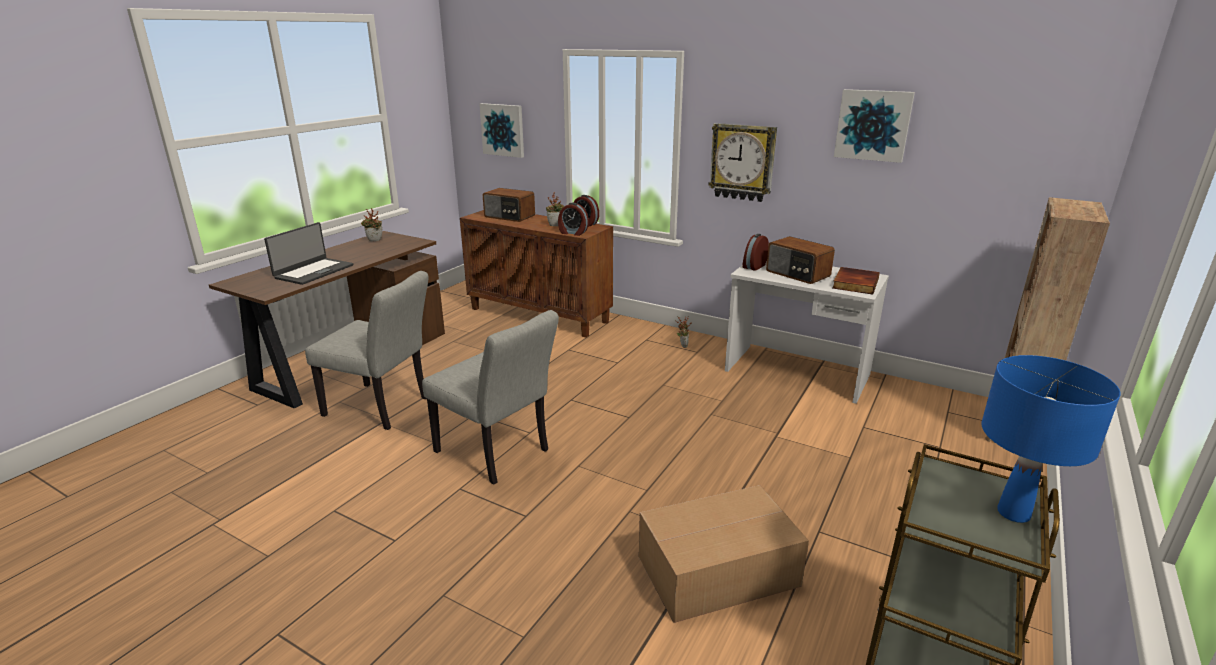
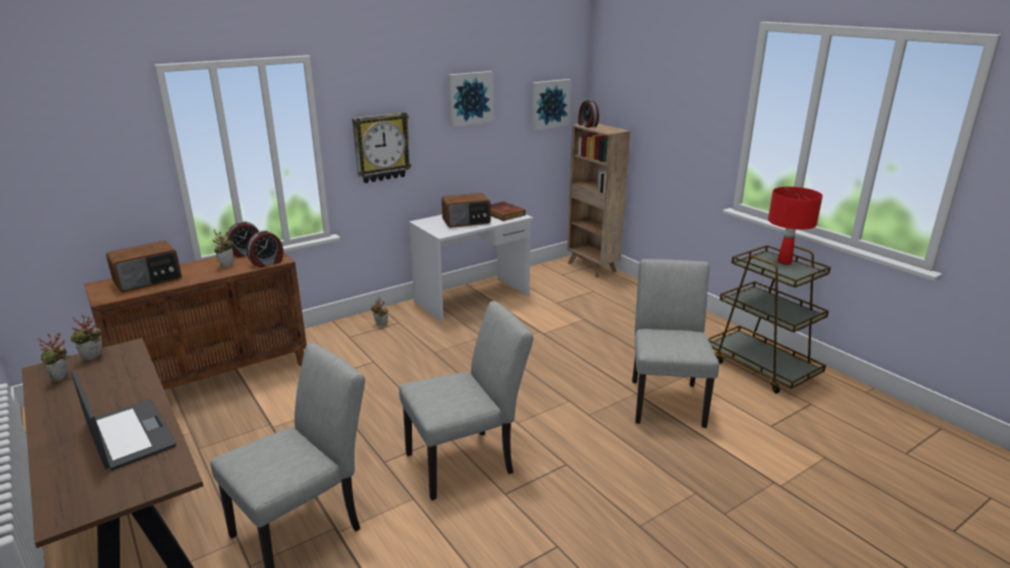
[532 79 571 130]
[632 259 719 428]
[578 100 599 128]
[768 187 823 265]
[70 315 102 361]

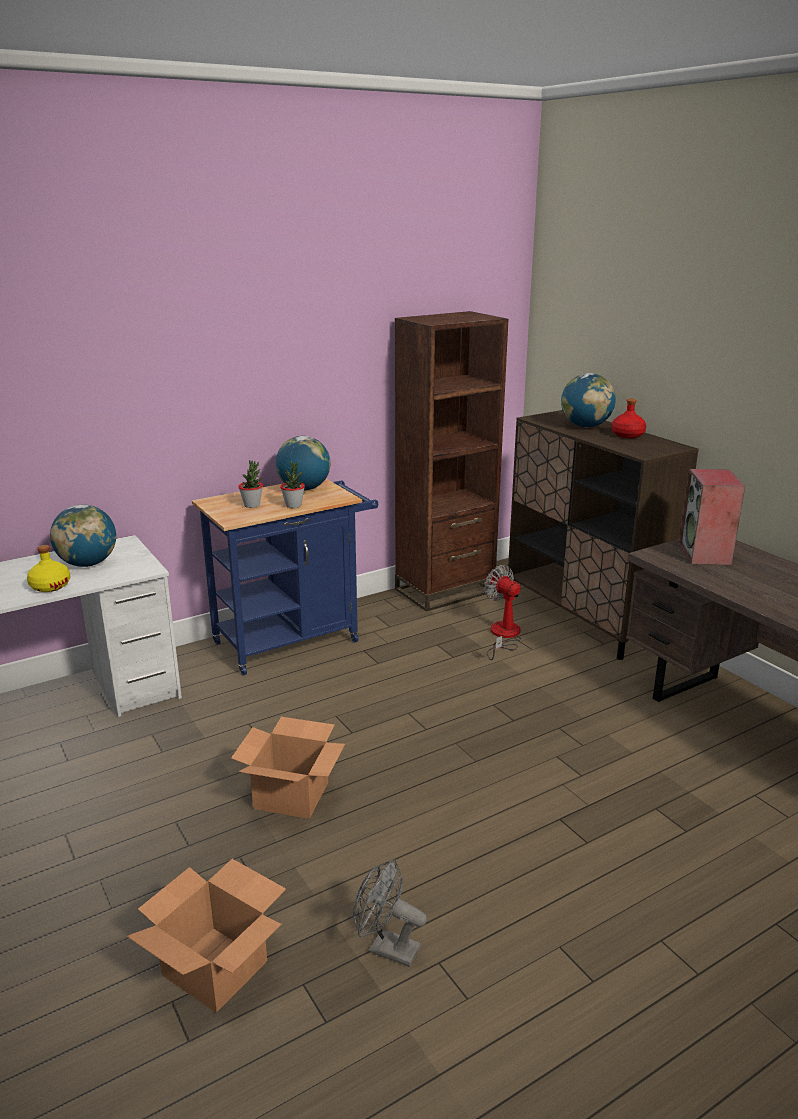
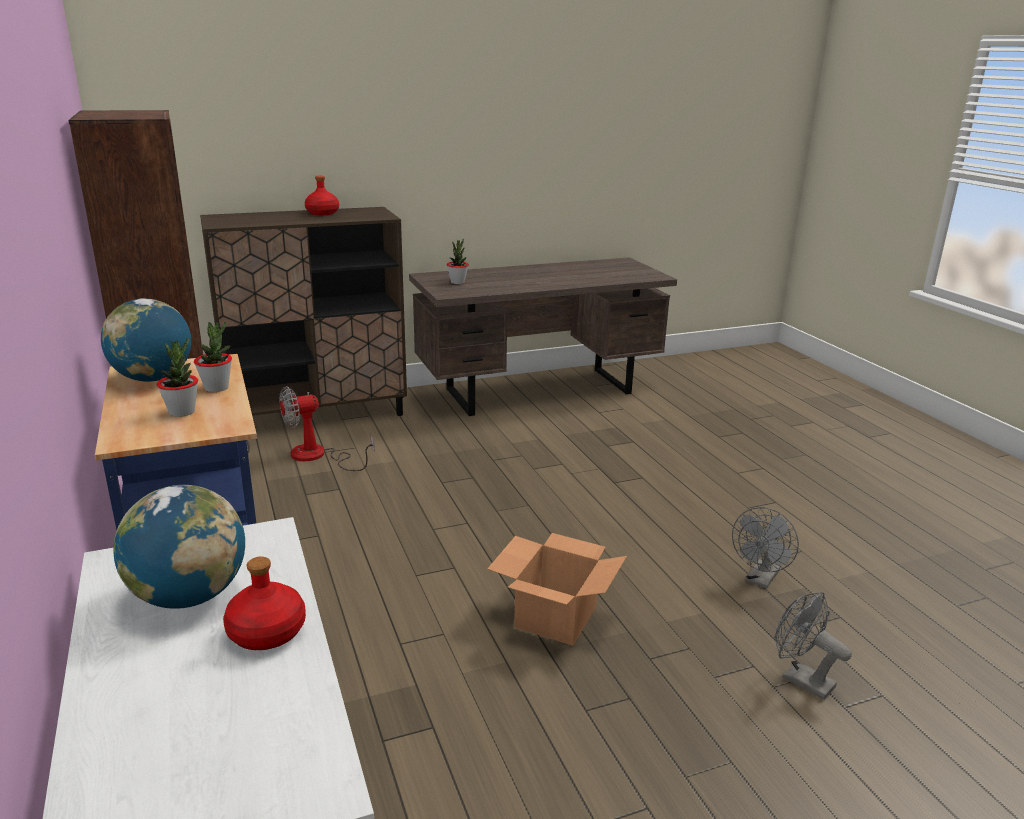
[223 557 306 650]
[775 592 852 700]
[561 373 616 427] (first image)
[447 239 469 284]

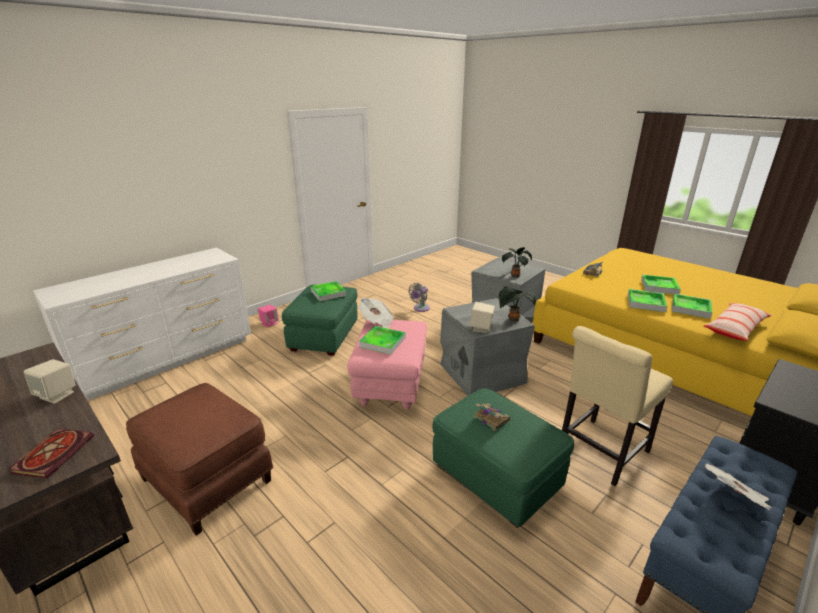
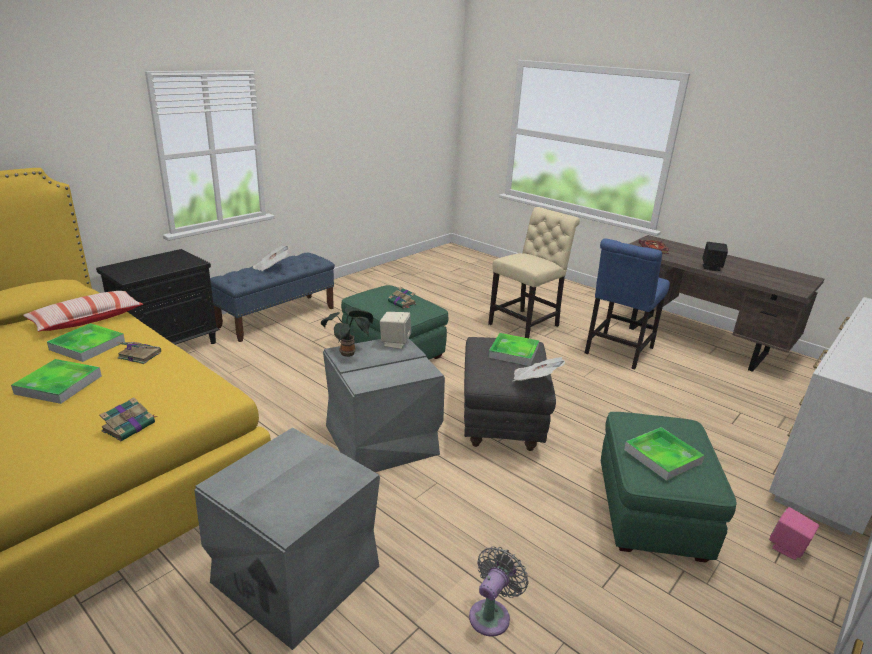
[703 242 728 271]
[585 238 670 370]
[464 337 556 451]
[502 247 532 278] (first image)
[488 207 580 338]
[116 342 161 364]

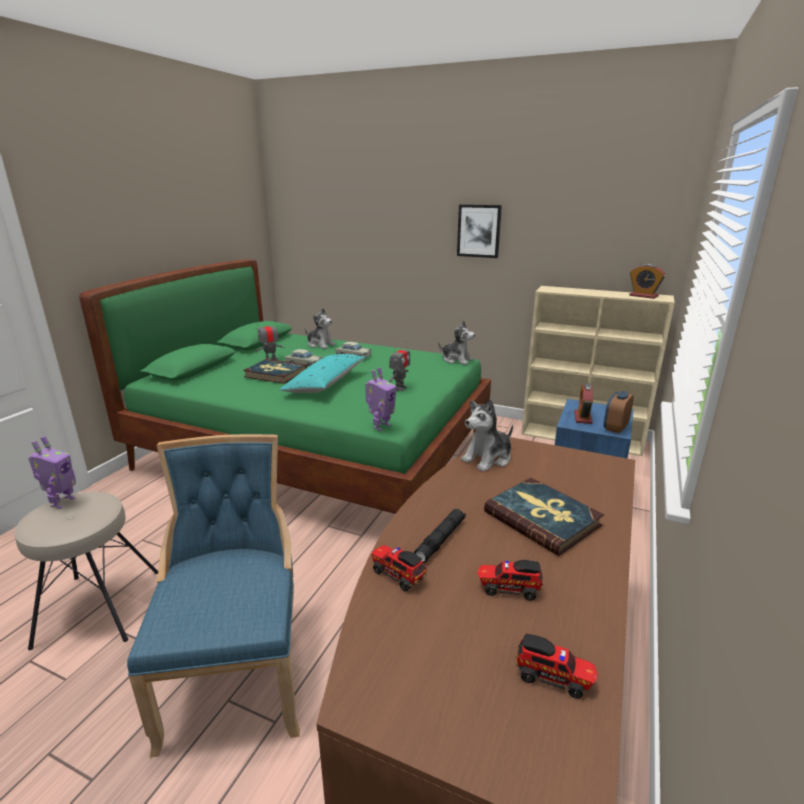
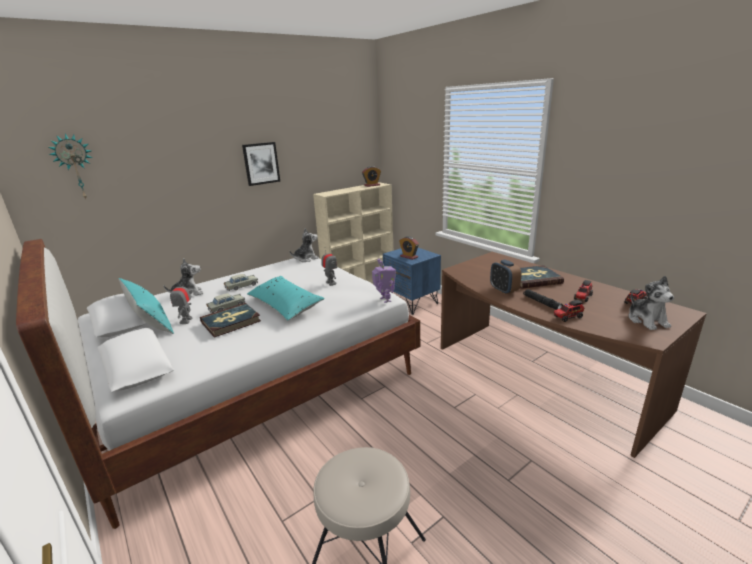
[28 436 76 509] (first image)
[16 239 420 529]
[127 434 300 758] (first image)
[628 276 674 330]
[490 260 522 295]
[49 134 92 199]
[118 278 174 334]

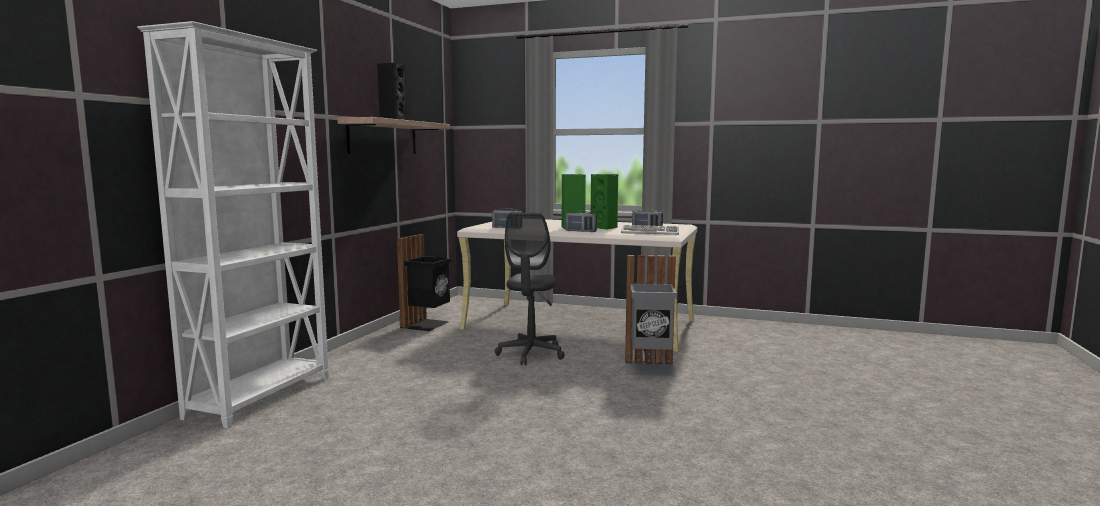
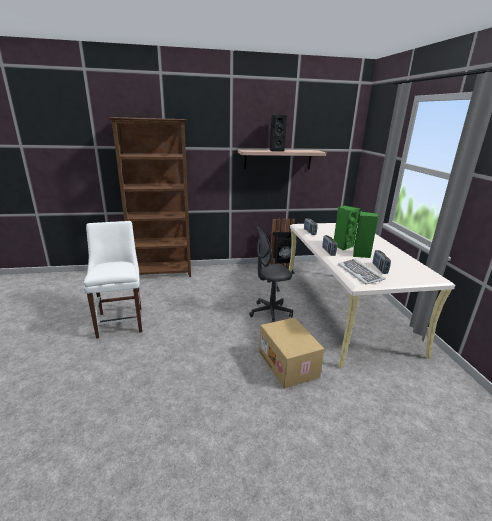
[108 117 191 277]
[259 317 324 389]
[84 221 142 339]

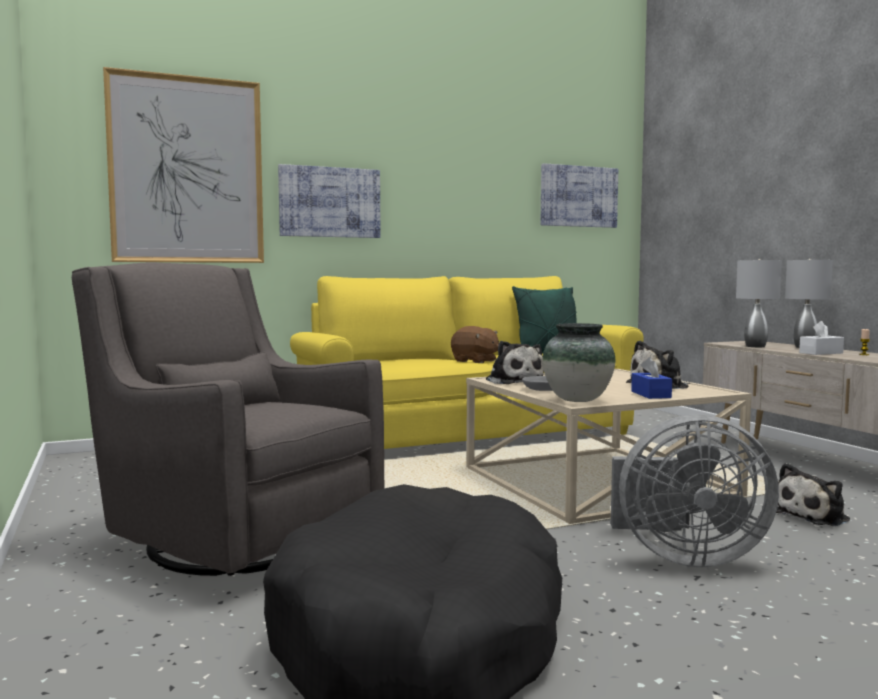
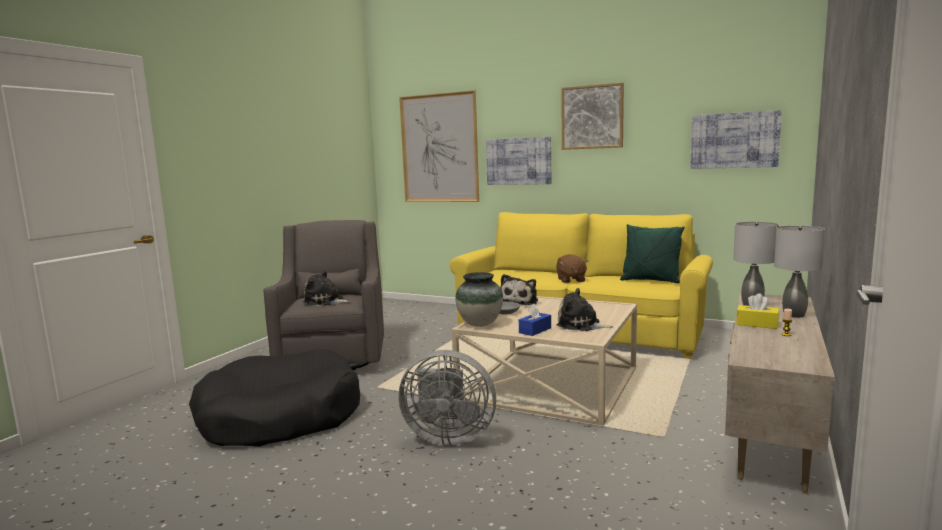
[399 350 496 446]
[303 270 351 306]
[736 293 779 329]
[561 83 624 150]

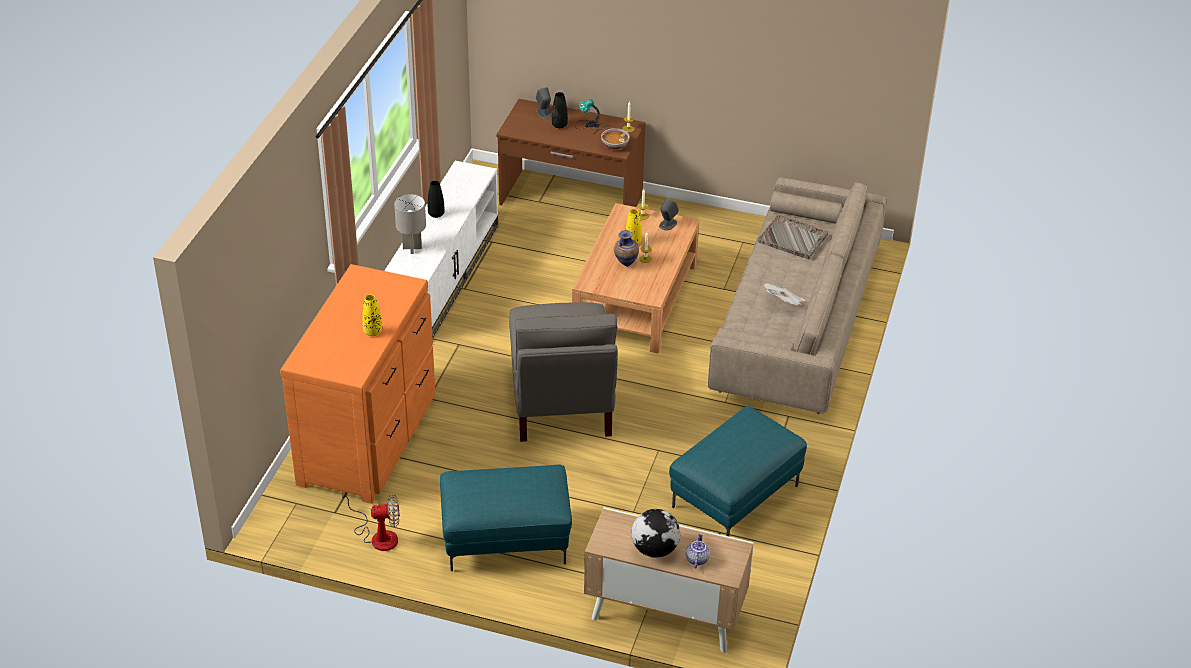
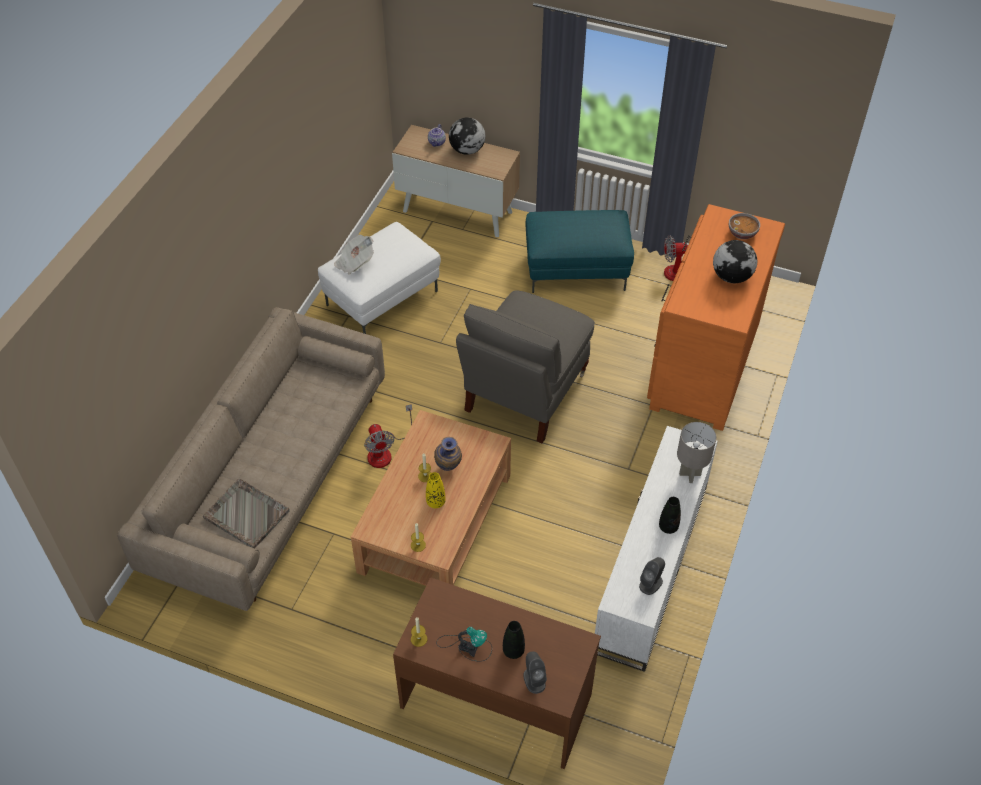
[362 295 382 336] (first image)
[456 290 595 443]
[729 213 760 239]
[639 557 665 595]
[318 222 441 334]
[334 234 374 275]
[364 404 412 468]
[713 240 757 283]

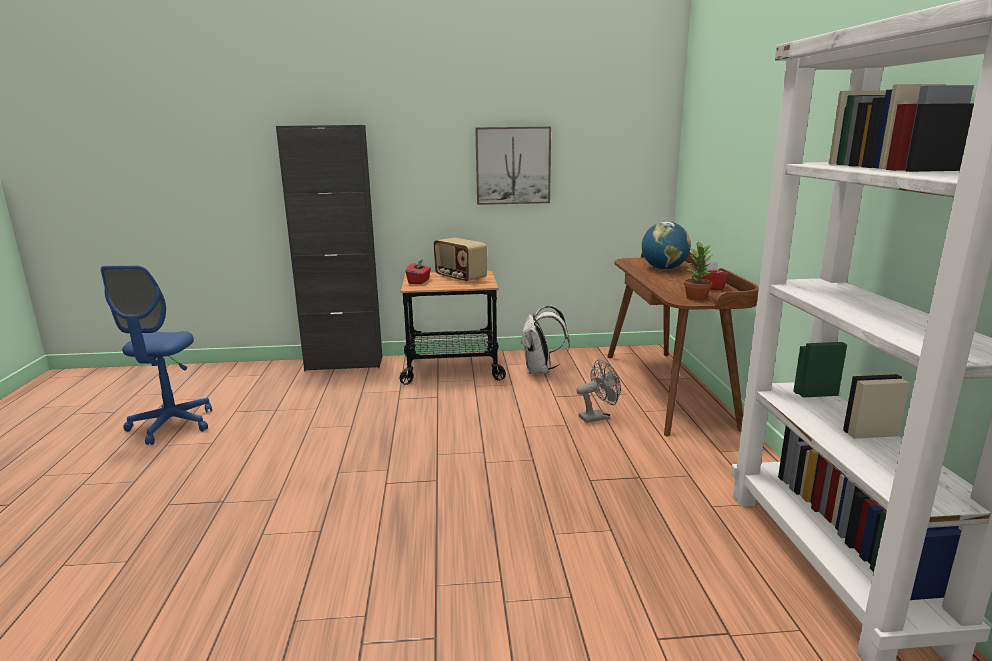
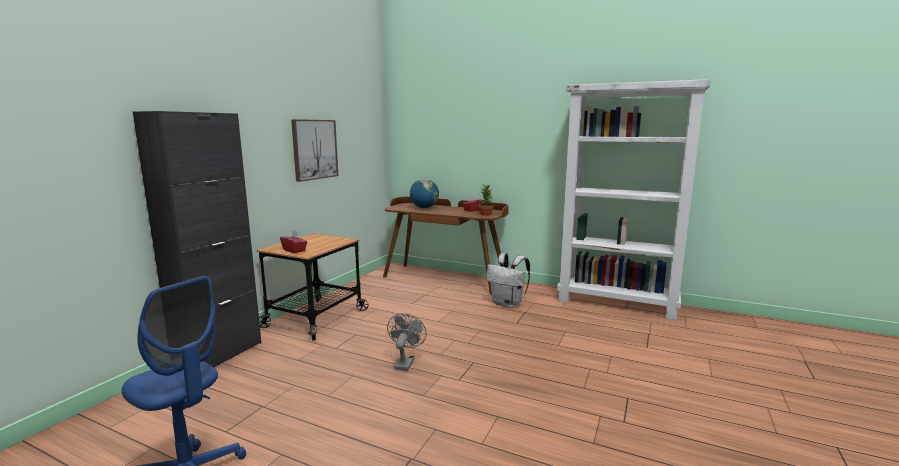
[434 237 487 283] (first image)
[486 253 530 308]
[387 313 427 371]

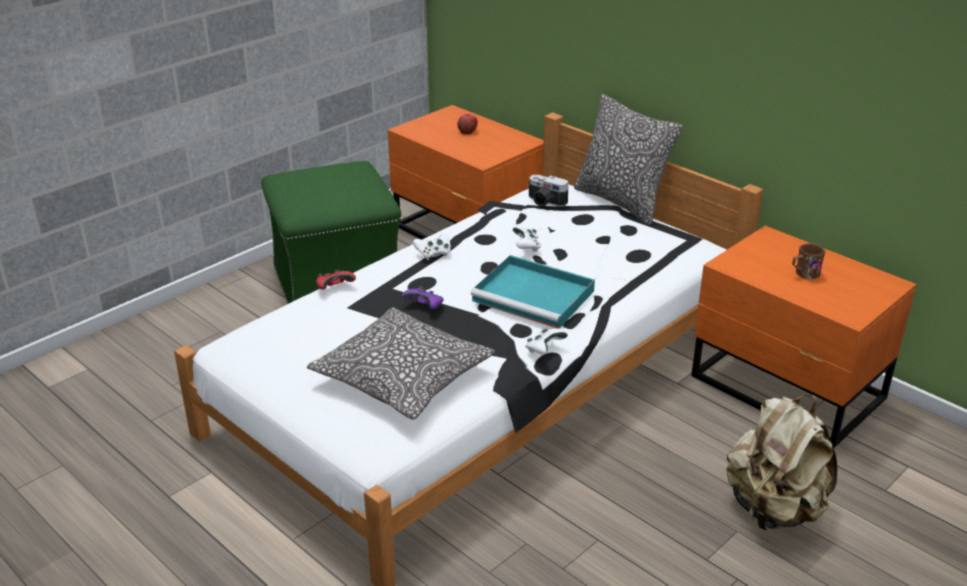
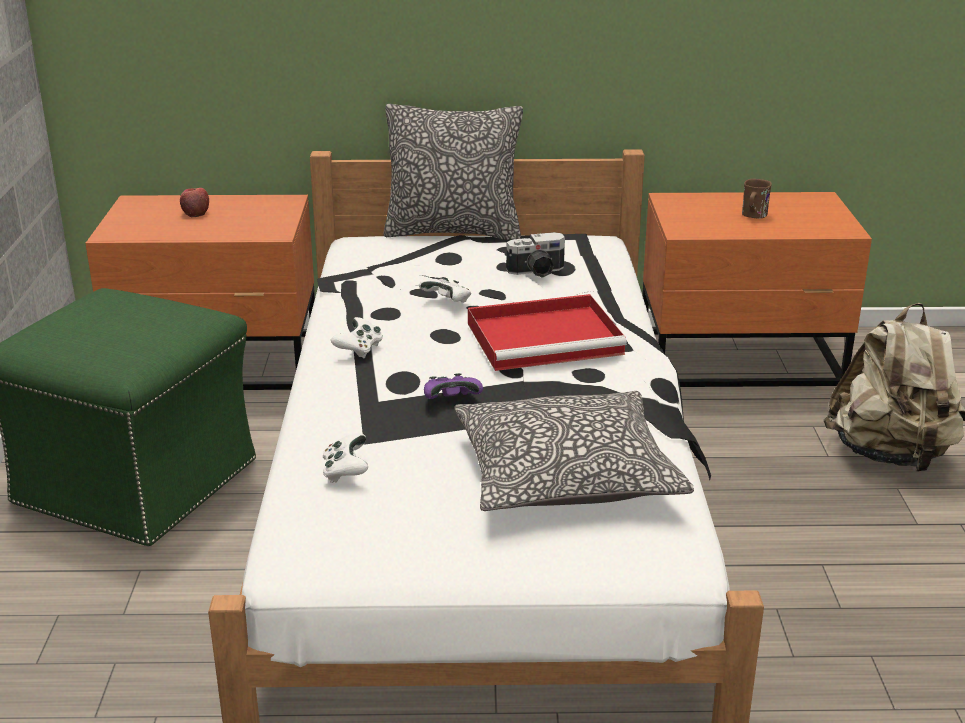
[316 269 356 290] (first image)
[468 294 627 371]
[323 433 368 483]
[506 232 565 278]

